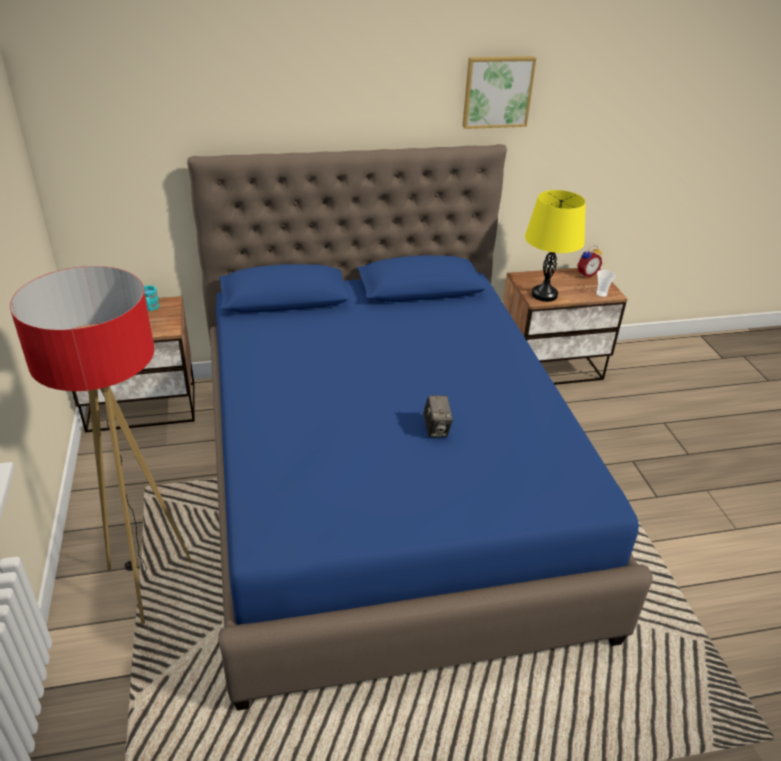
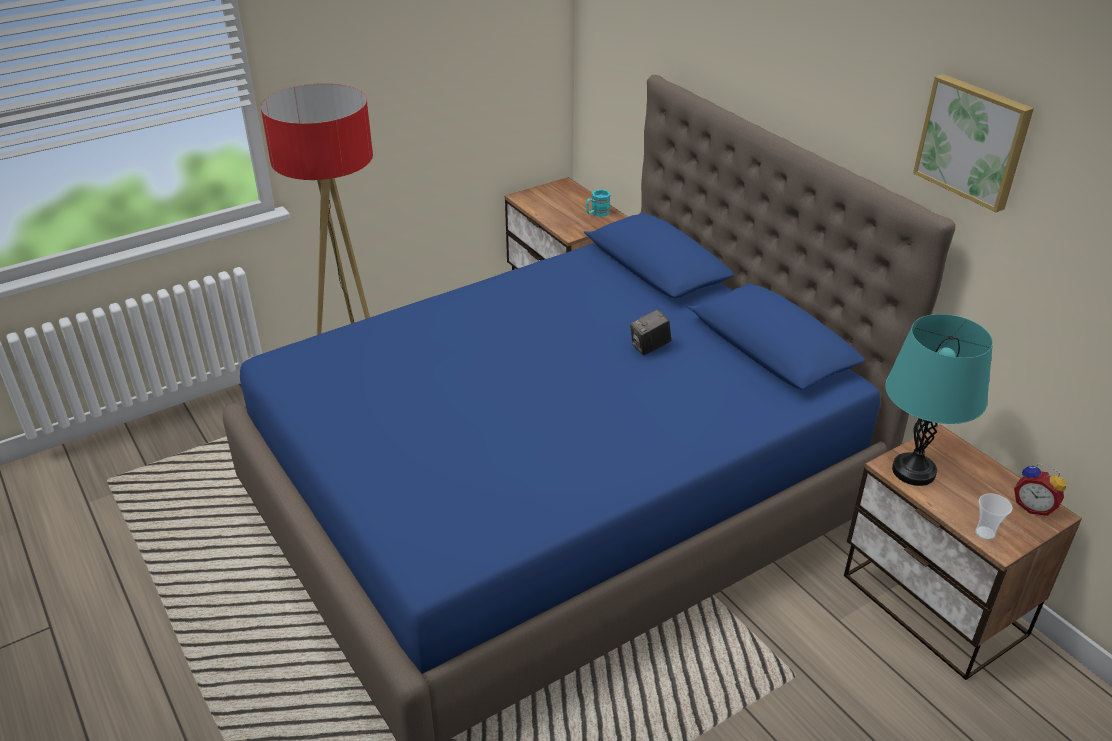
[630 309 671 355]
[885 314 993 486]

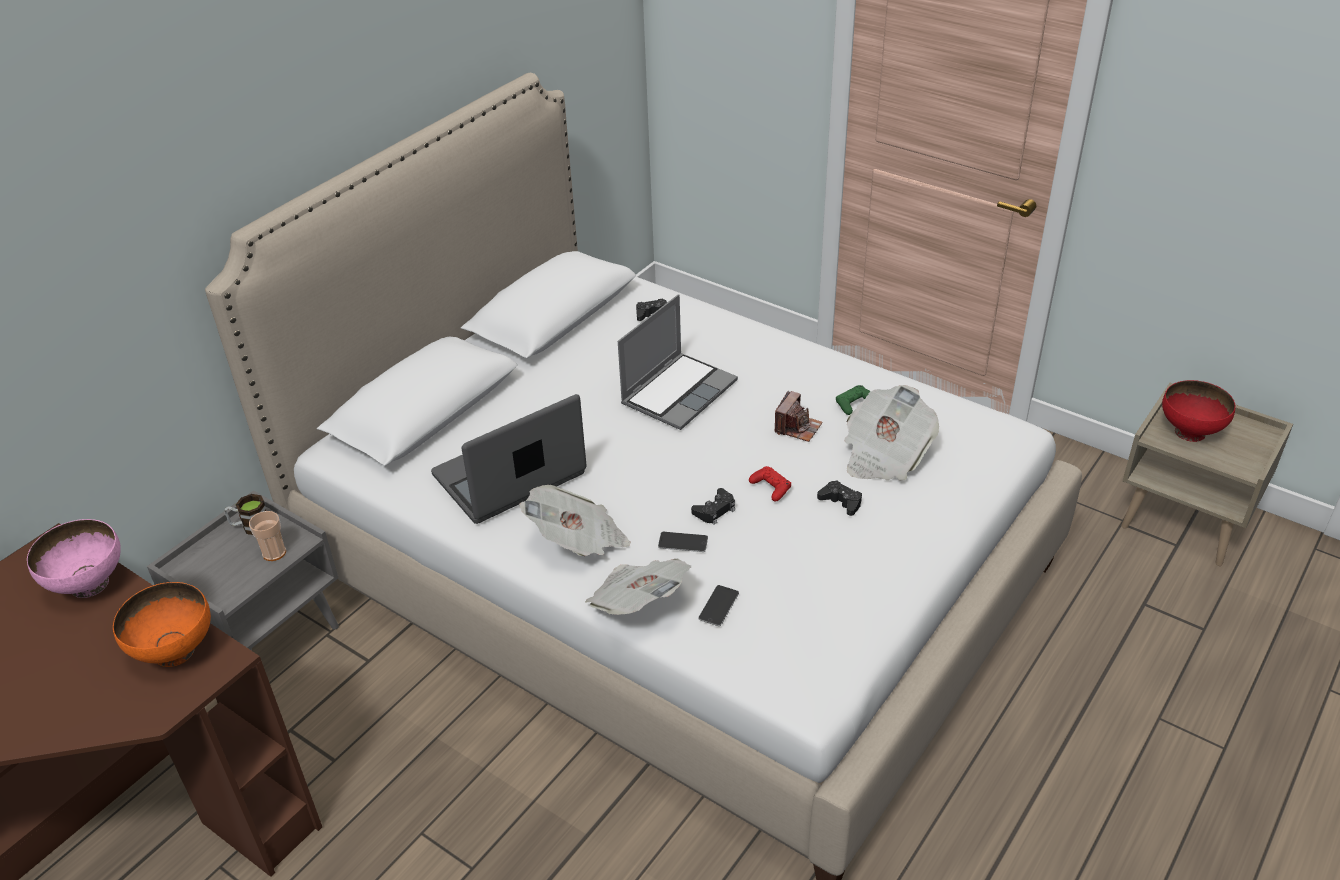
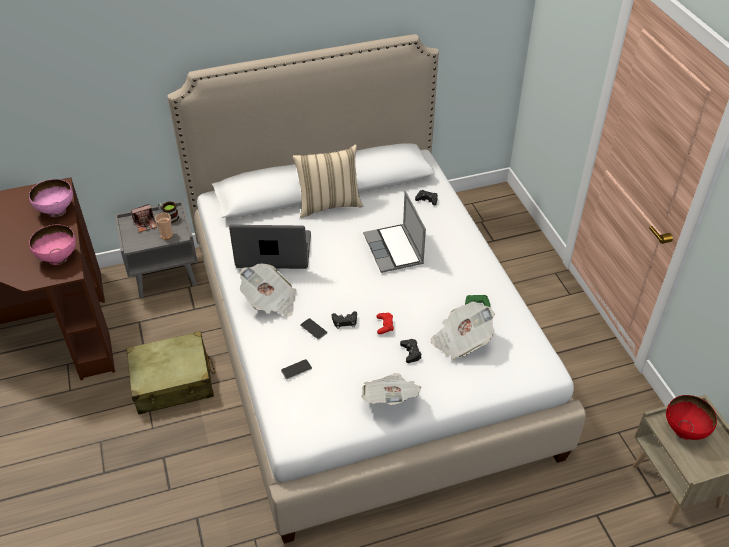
[29 225 76 265]
[361 373 422 405]
[363 191 426 273]
[131 204 157 232]
[126 331 216 414]
[292 144 363 218]

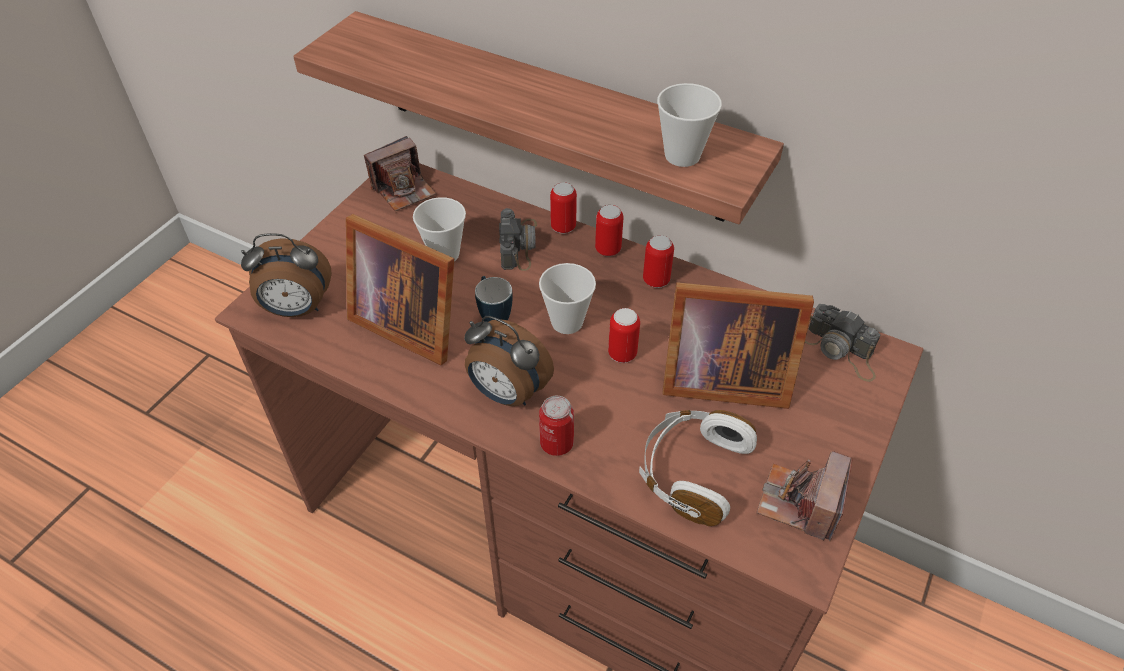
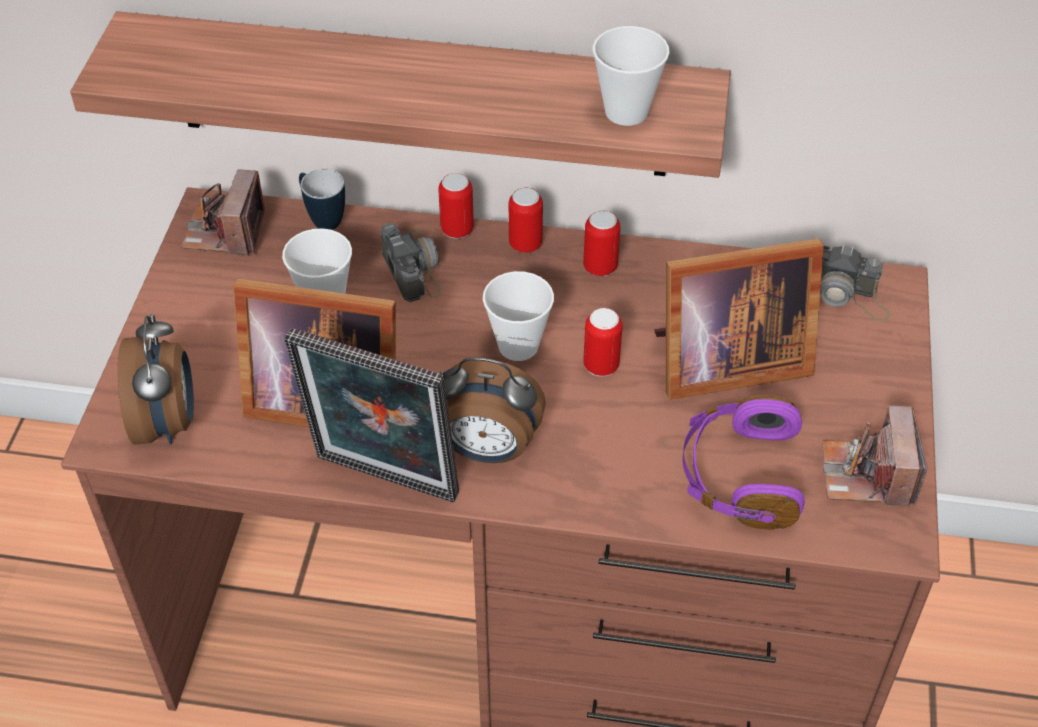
[118 314 194 445]
[181 169 265 255]
[299 169 345 230]
[539 395 574 456] (first image)
[683 395 805 530]
[284 328 459 502]

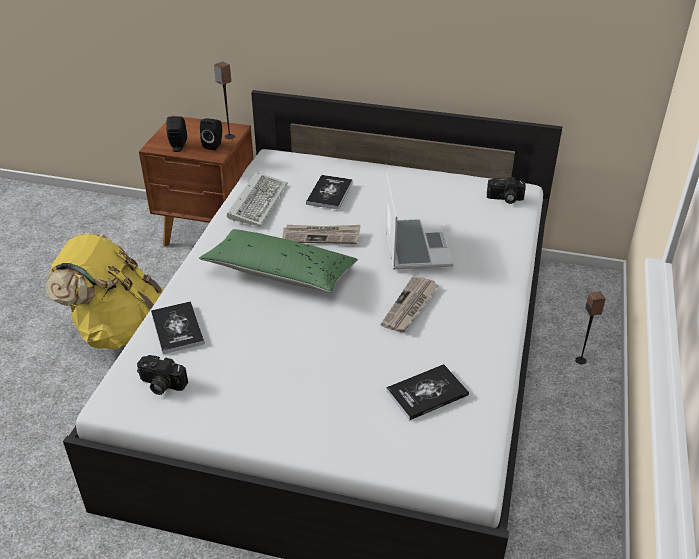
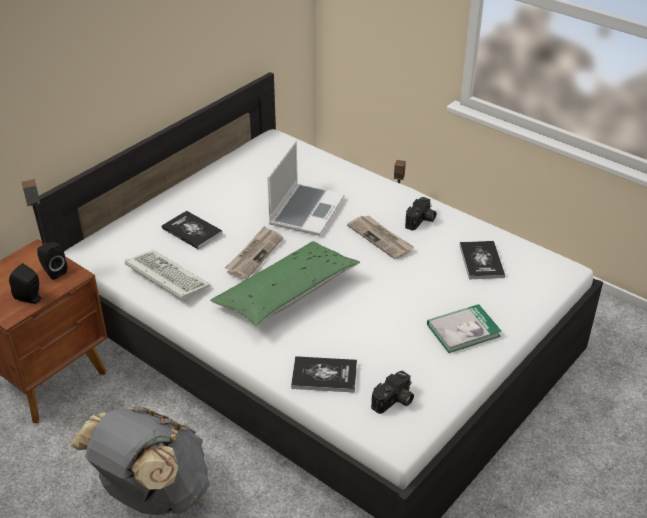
[70 407 209 515]
[267 140 345 236]
[405 197 436 231]
[427 304 501 353]

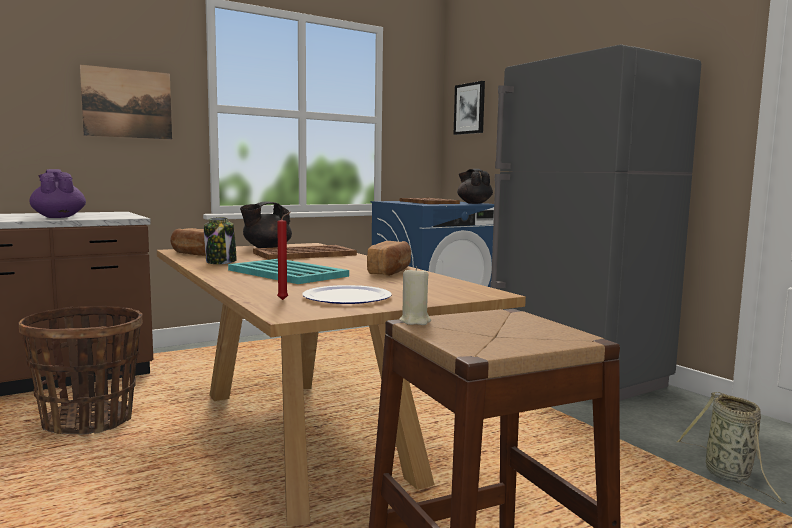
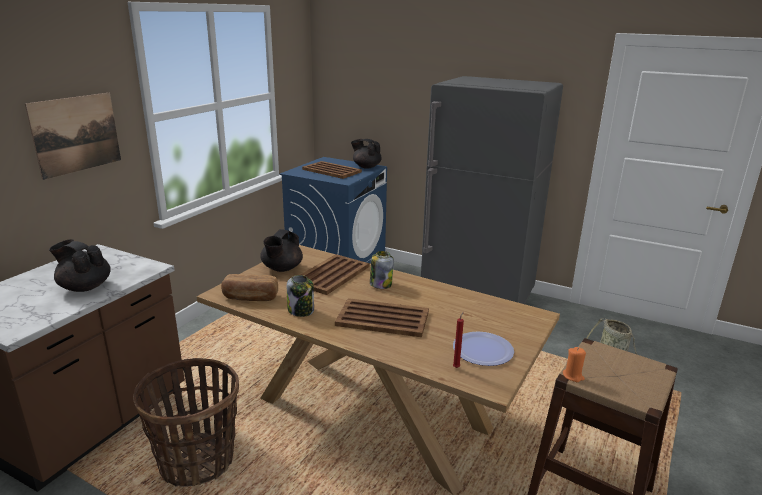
[49 239 111 292]
[335 298 429 337]
[367 241 411 276] (first image)
[563 347 586 382]
[453 81 485 135] (first image)
[370 251 394 289]

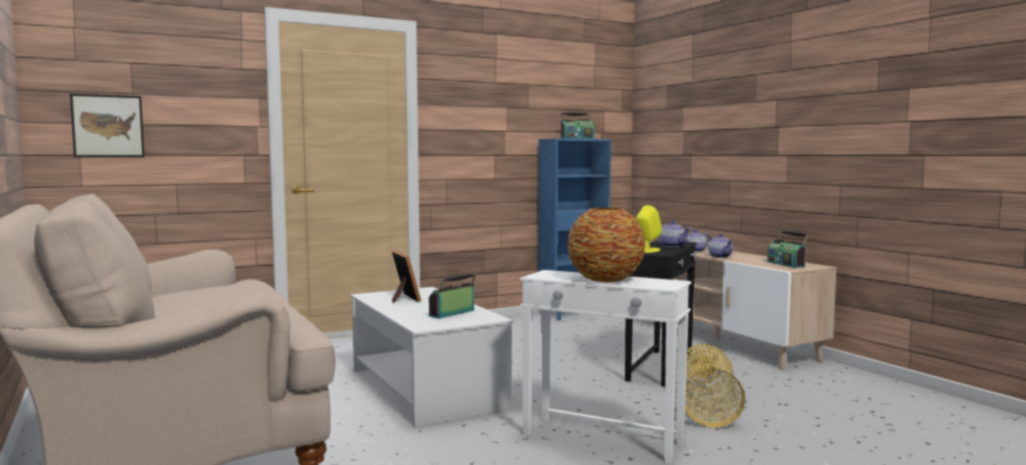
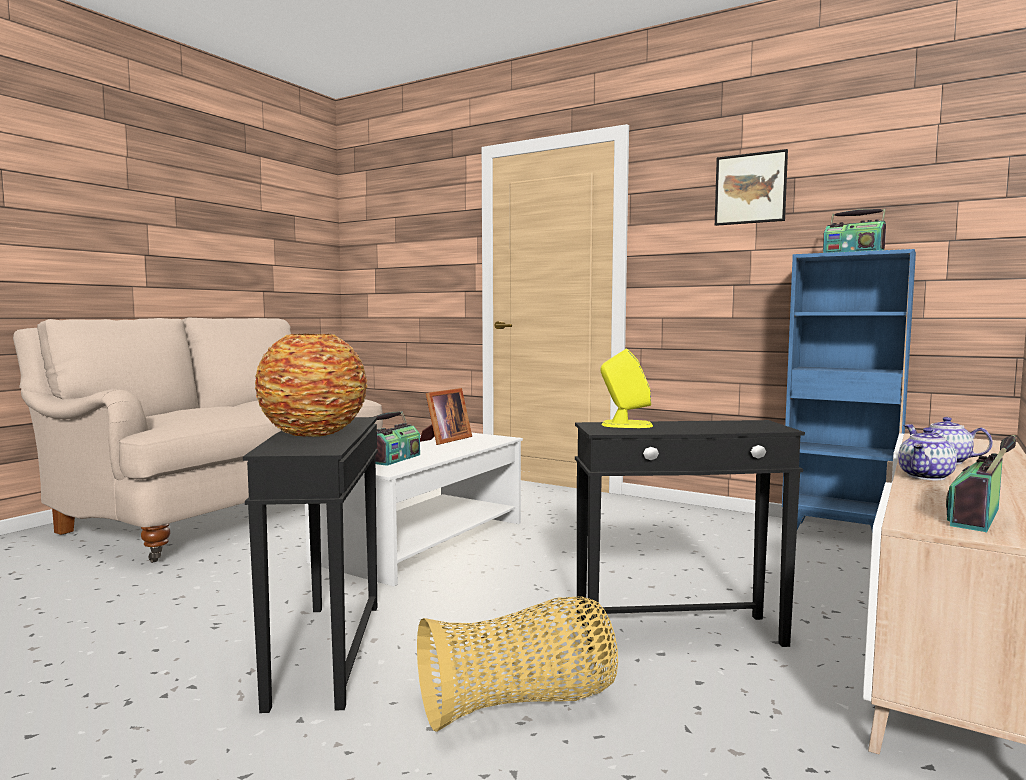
[715 149 788 226]
[374 411 420 466]
[243 417 378 713]
[657 220 690 248] (first image)

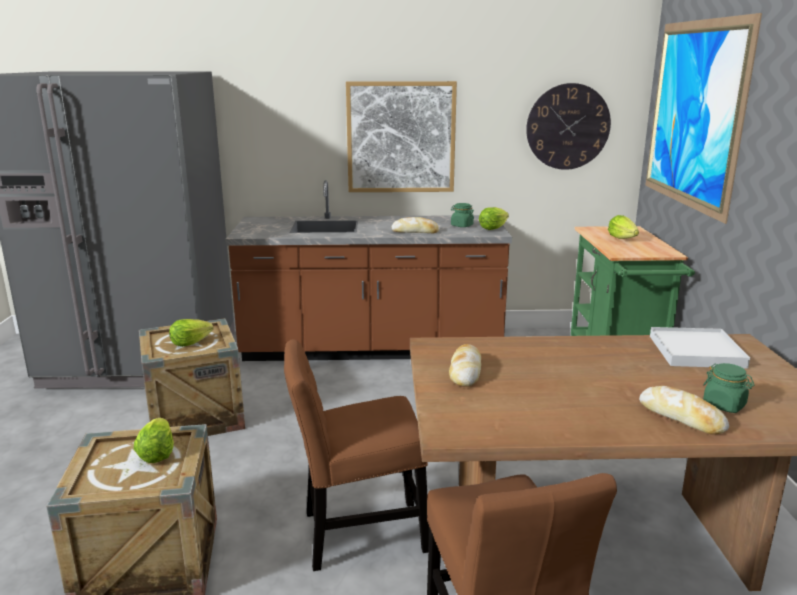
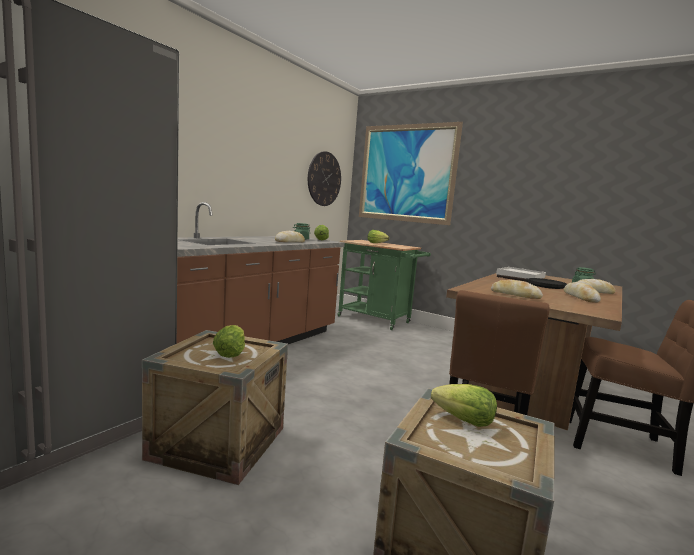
[346 81 457 192] (first image)
[497 274 567 289]
[564 282 601 303]

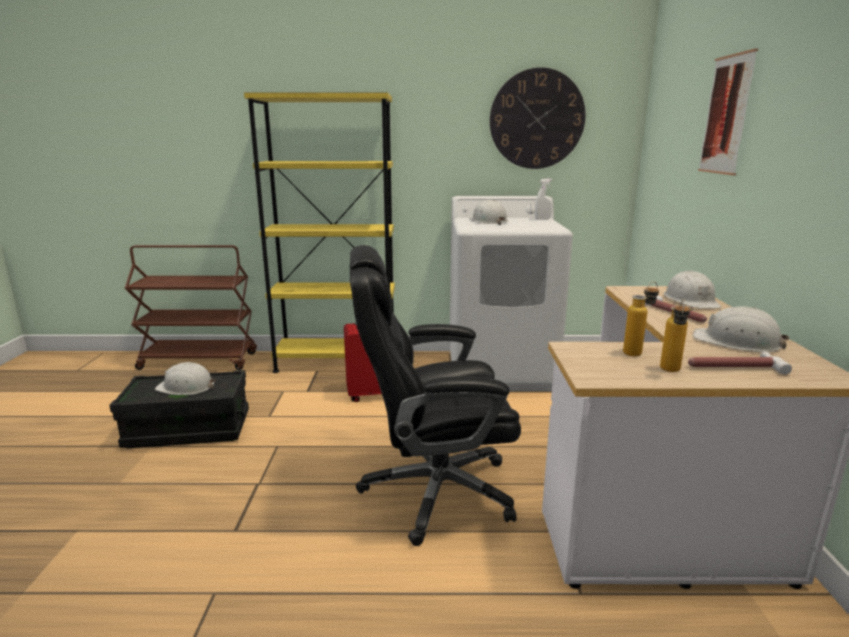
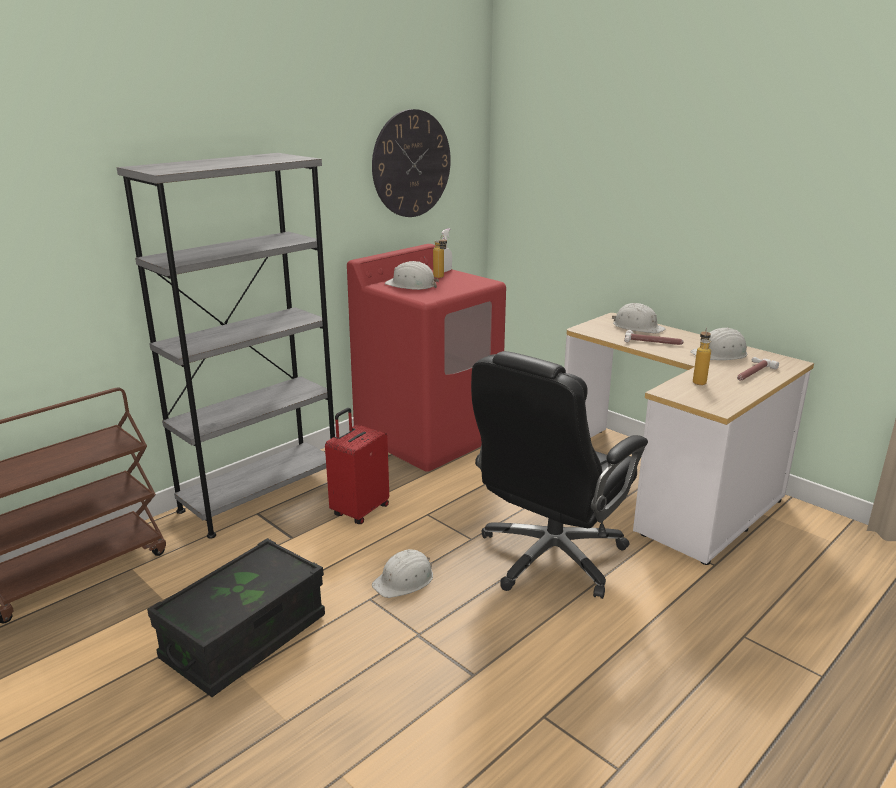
[372 549 433 598]
[117 153 335 539]
[347 244 506 472]
[433 235 447 278]
[698 48 758 176] (first image)

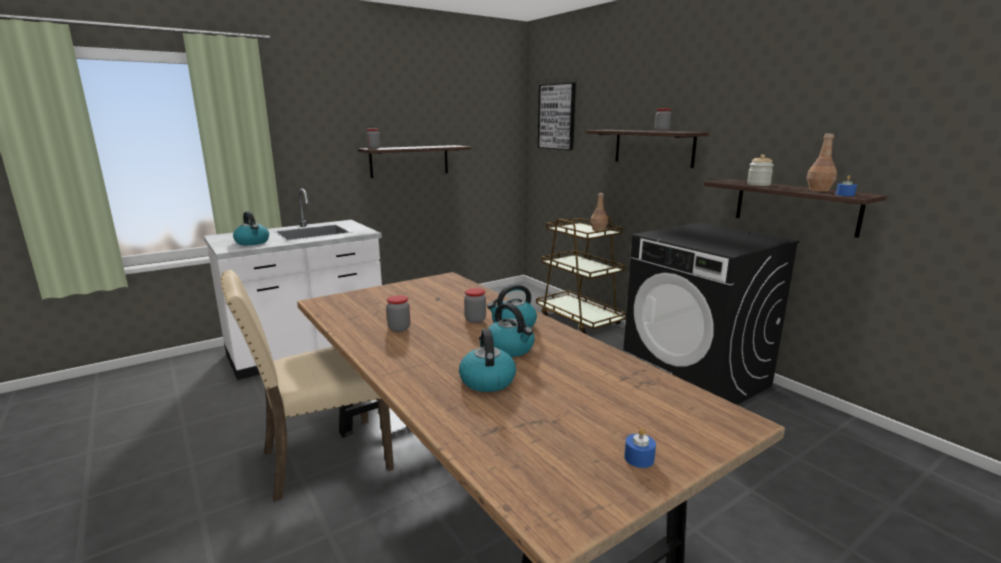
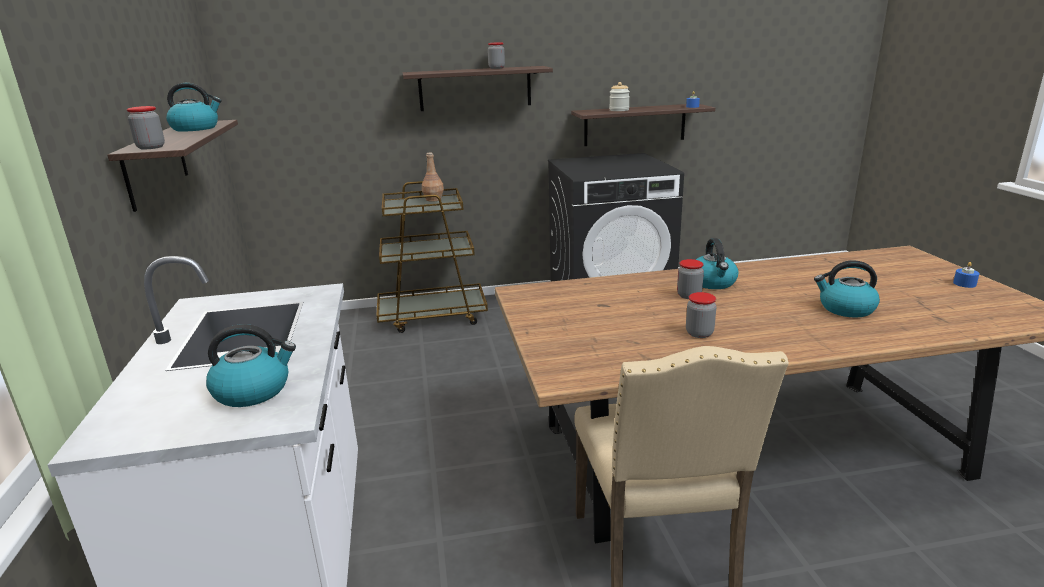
[166 83 222 132]
[538 82 576 150] (first image)
[807 134 837 192] (first image)

